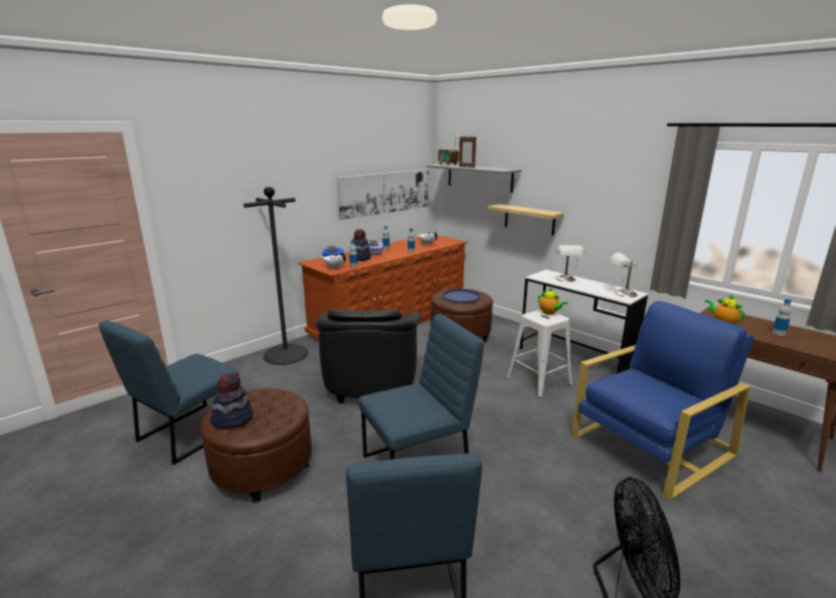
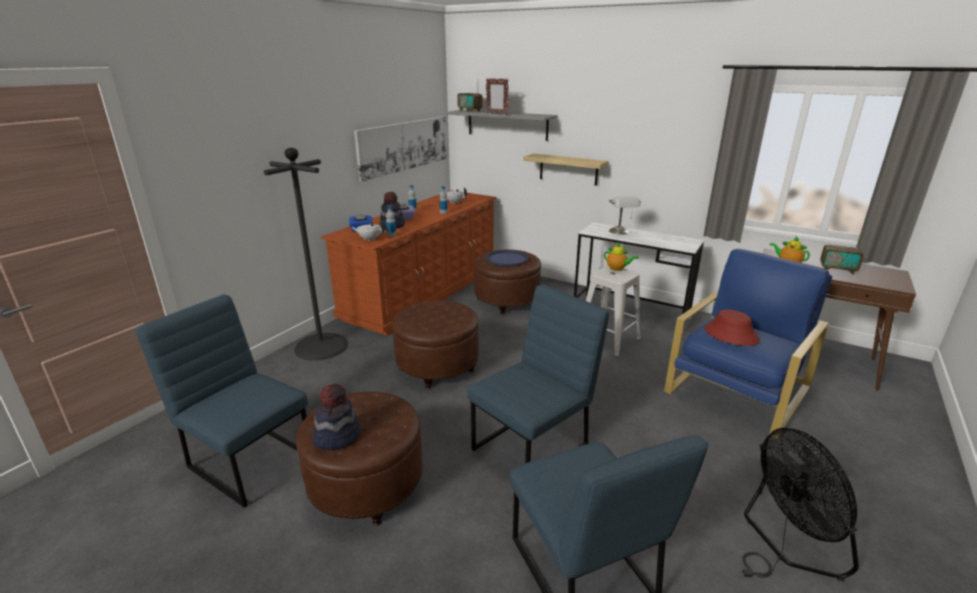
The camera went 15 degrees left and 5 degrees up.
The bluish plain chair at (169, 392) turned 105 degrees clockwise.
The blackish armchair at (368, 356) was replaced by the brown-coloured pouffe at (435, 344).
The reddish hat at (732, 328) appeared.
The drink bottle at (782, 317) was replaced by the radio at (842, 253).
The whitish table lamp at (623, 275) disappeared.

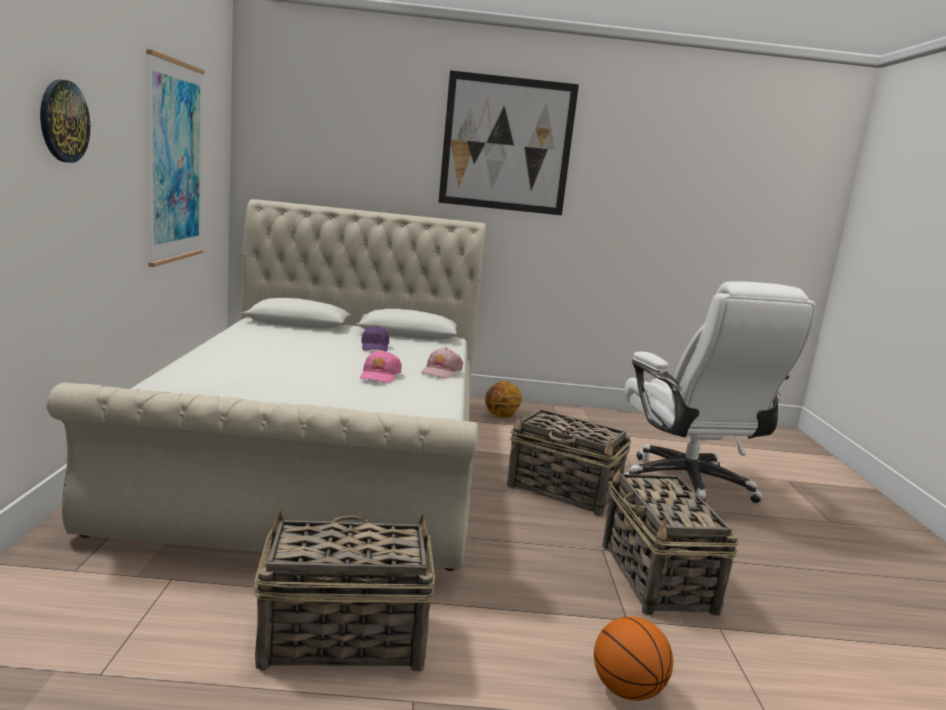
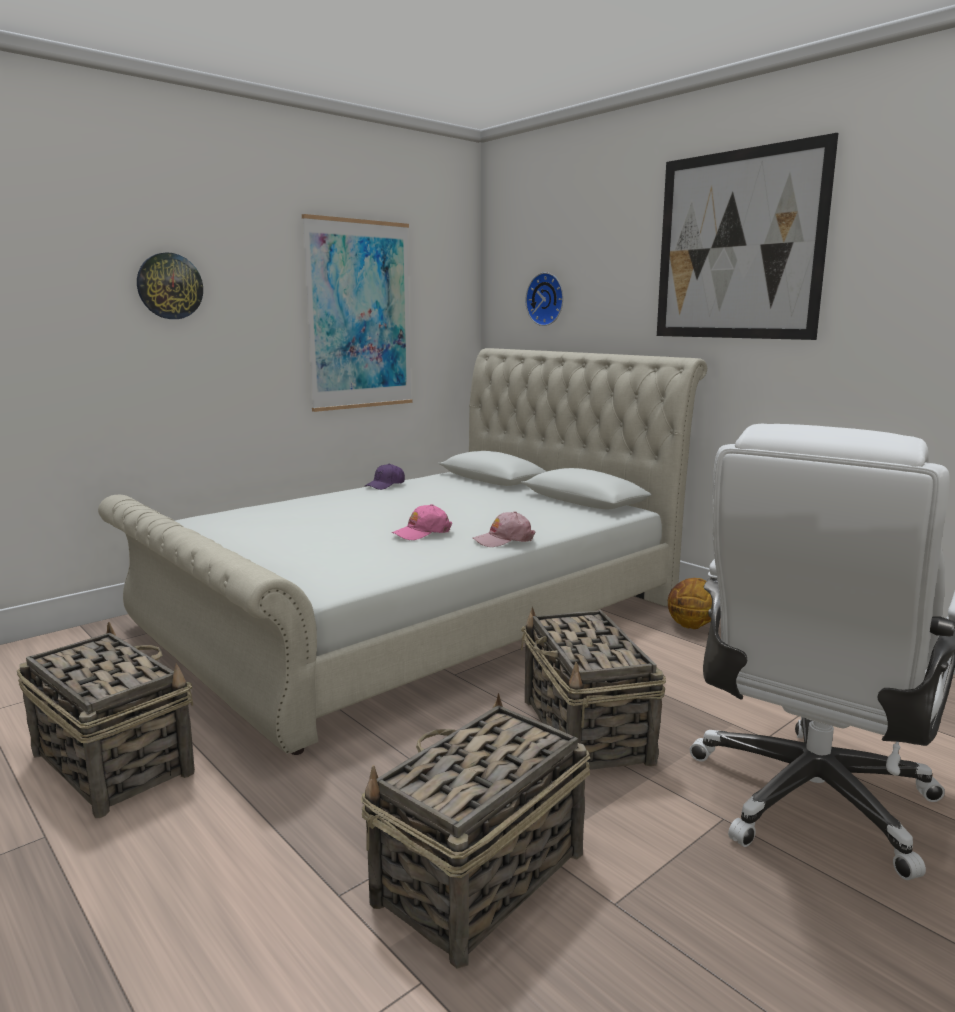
The camera went 50 degrees right and 0 degrees up.
The purple-coloured peaked cap moved from (375, 339) to (385, 477).
The wall clock at (544, 299) appeared.
The basketball ball at (633, 658) disappeared.

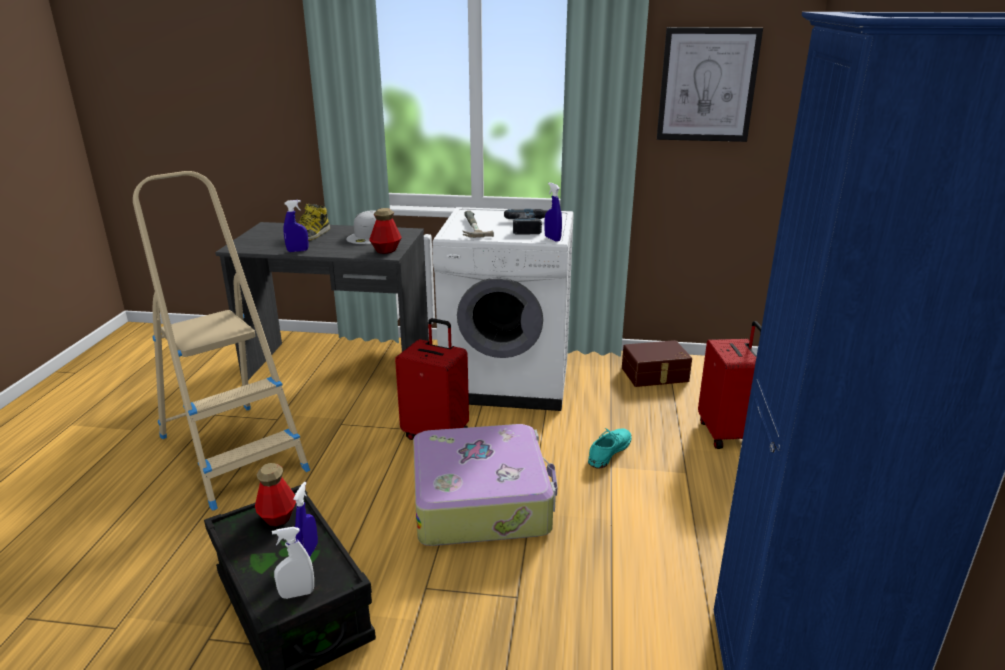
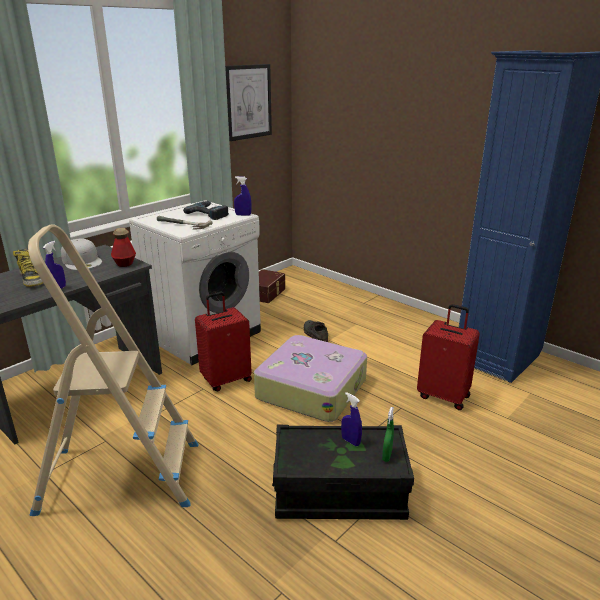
The camera went 55 degrees left and 0 degrees up.
The turquoise-coloured item of footwear at (610, 448) became the greyish item of footwear at (316, 331).
The whitish sprayer at (293, 563) became the greenish sprayer at (388, 434).
The reddish piece of luggage moved from (730, 385) to (448, 357).
The drink bottle at (275, 495) disappeared.

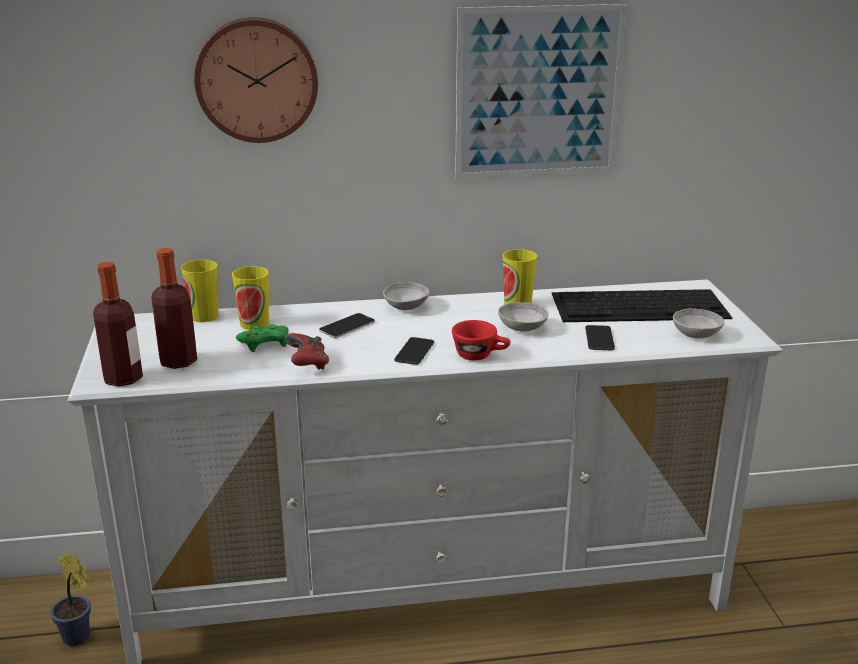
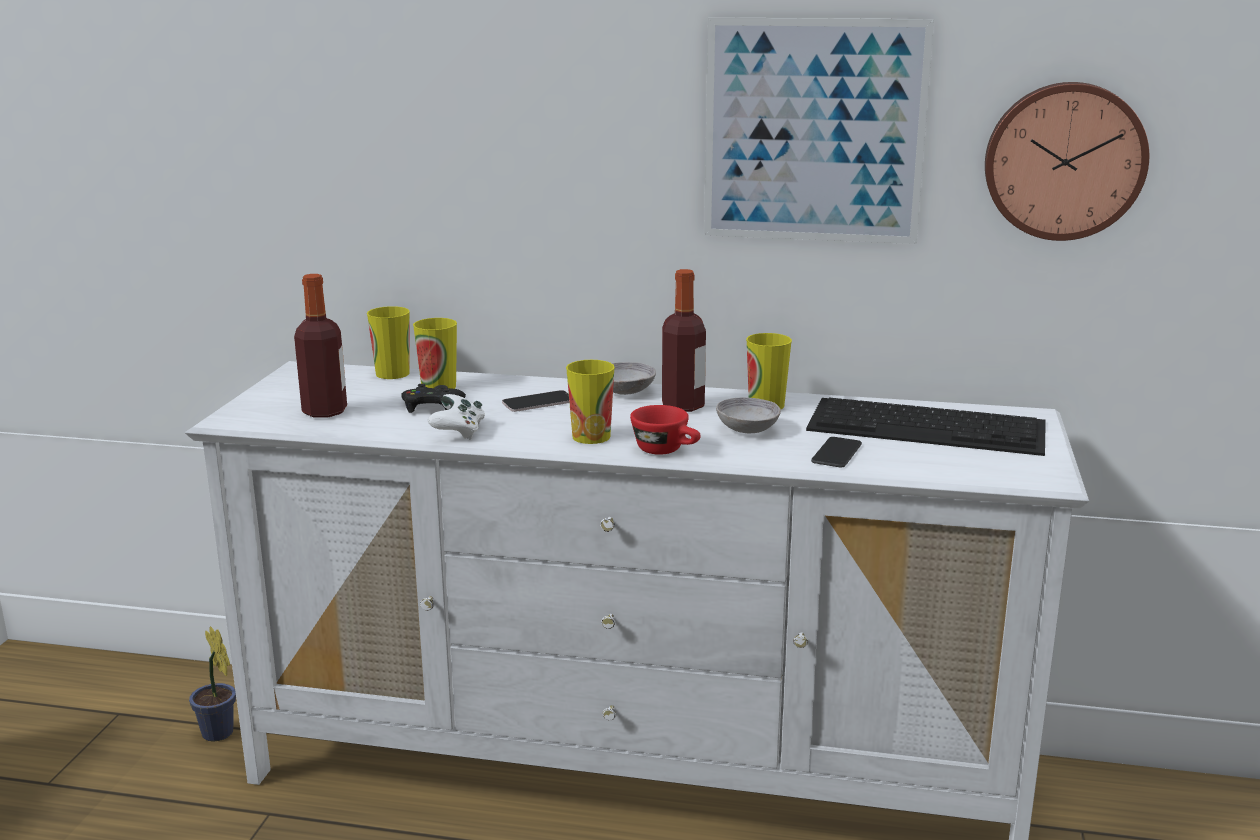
The camera went 20 degrees right and 5 degrees down.
The greenish joypad at (262, 338) became the blackish joypad at (433, 398).
The reddish joypad at (307, 351) became the whitish joypad at (456, 417).
The handset at (414, 351) was replaced by the small cup at (590, 402).
The drink bottle moved from (118, 324) to (684, 340).
The wall clock moved from (256, 80) to (1067, 161).
The greyish bowl at (699, 323) disappeared.

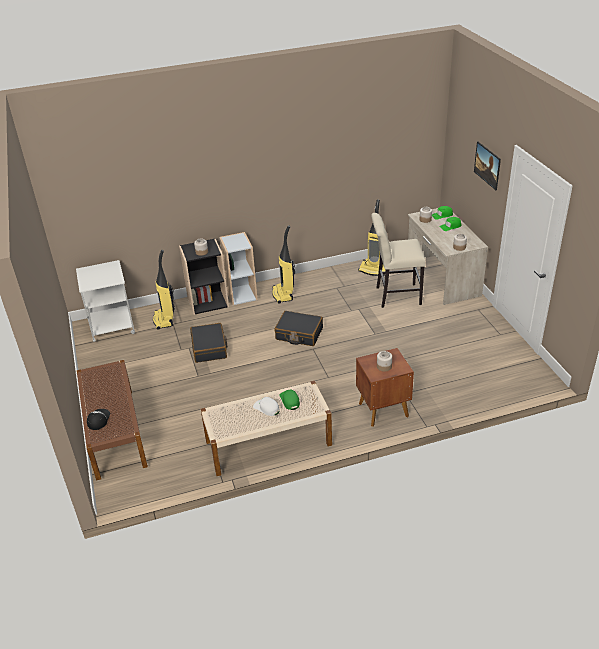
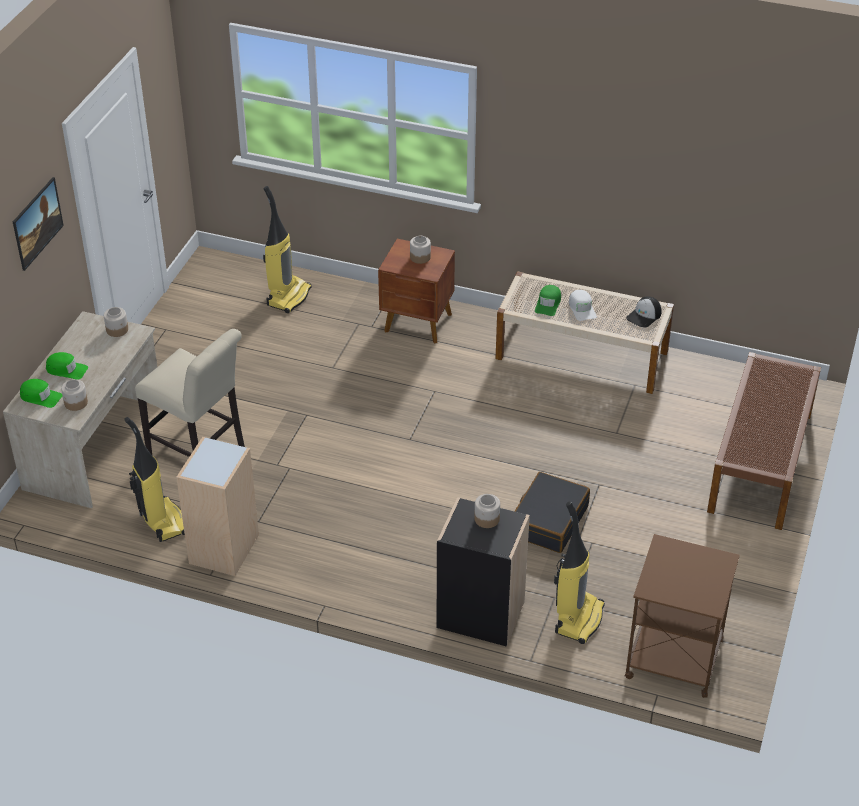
The camera went 145 degrees left and 5 degrees up.
The bookcase moved from (238, 268) to (217, 506).
The hoover moved from (283, 264) to (287, 249).
The whitish trolley at (105, 301) became the brown-coloured trolley at (682, 616).
The peaked cap moved from (98, 419) to (644, 311).
The blackish piece of luggage at (298, 328) disappeared.

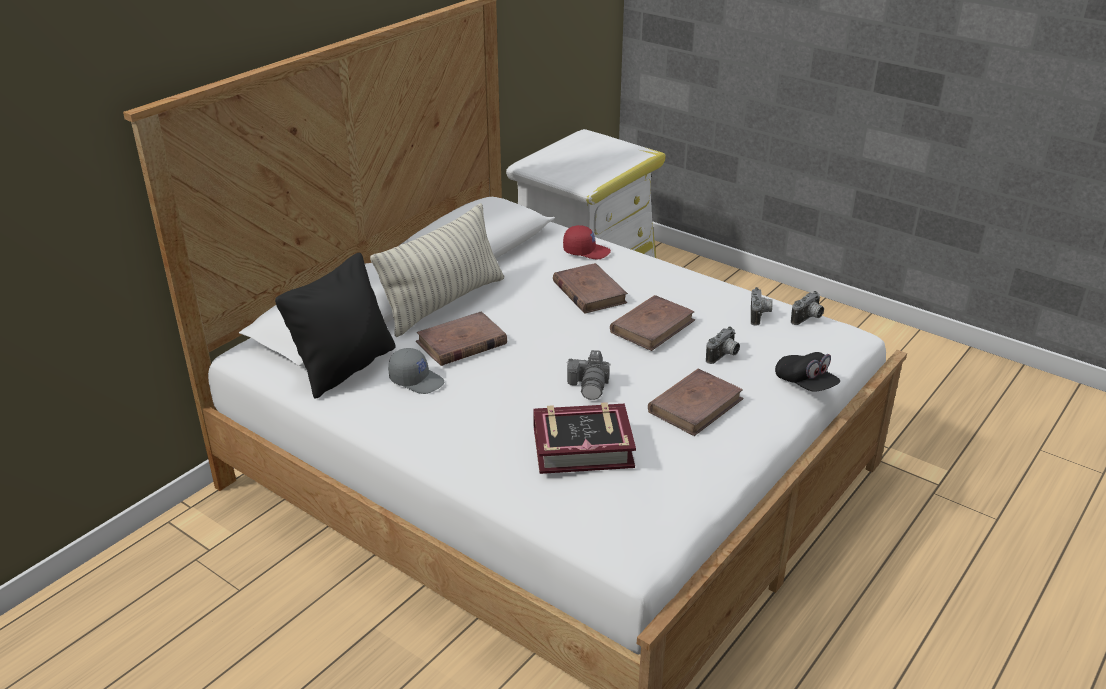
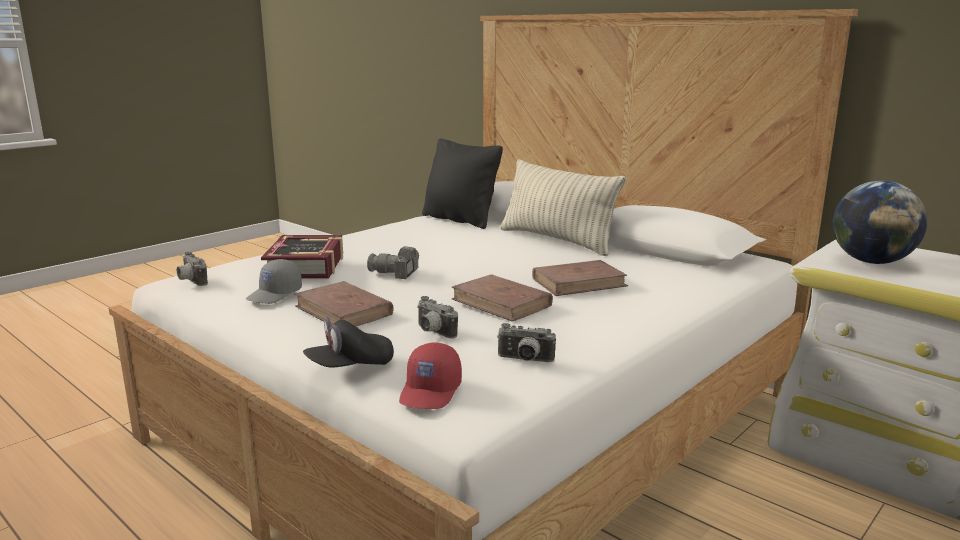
The camera went 95 degrees right and 15 degrees down.
The photo camera moved from (807, 308) to (192, 268).
The greyish peaked cap moved from (416, 371) to (274, 281).
The reddish peaked cap moved from (587, 242) to (430, 375).
The desk globe at (879, 222) appeared.
The brown-coloured volume at (461, 338) disappeared.

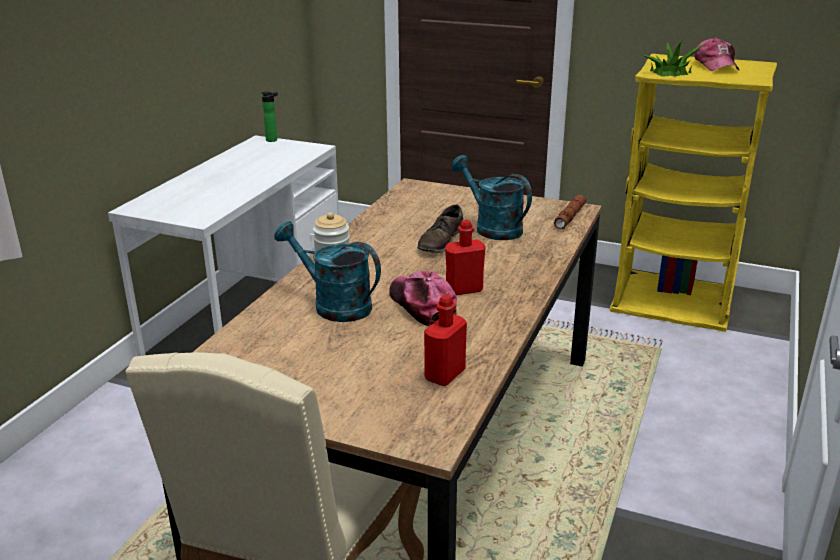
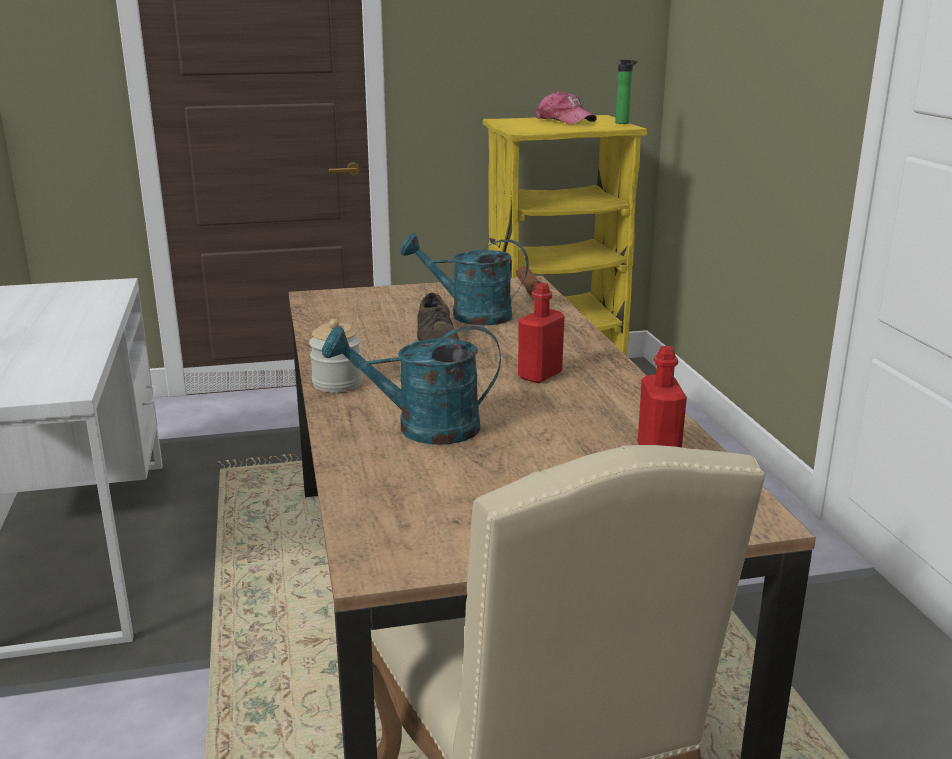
The camera went 35 degrees left and 5 degrees down.
The drink bottle moved from (269, 117) to (626, 92).
The peaked cap at (423, 298) disappeared.
The plant in a pot at (673, 59) disappeared.

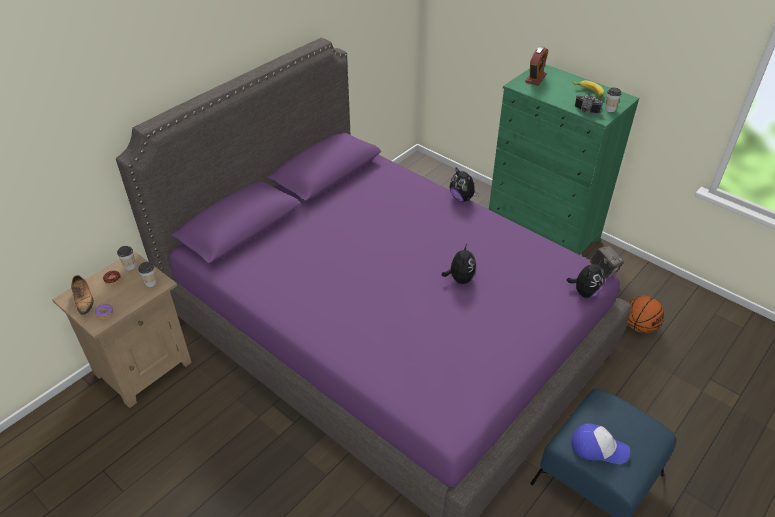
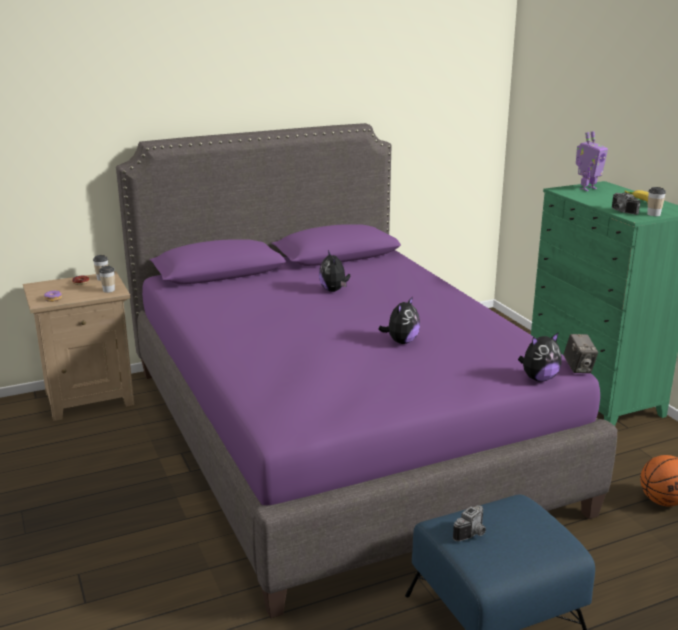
The camera went 25 degrees right and 20 degrees down.
The soft toy moved from (464, 184) to (334, 271).
The peaked cap at (601, 443) was replaced by the photo camera at (469, 523).
The bedside clock at (536, 65) was replaced by the robot figure at (592, 161).
The item of footwear at (82, 295) disappeared.

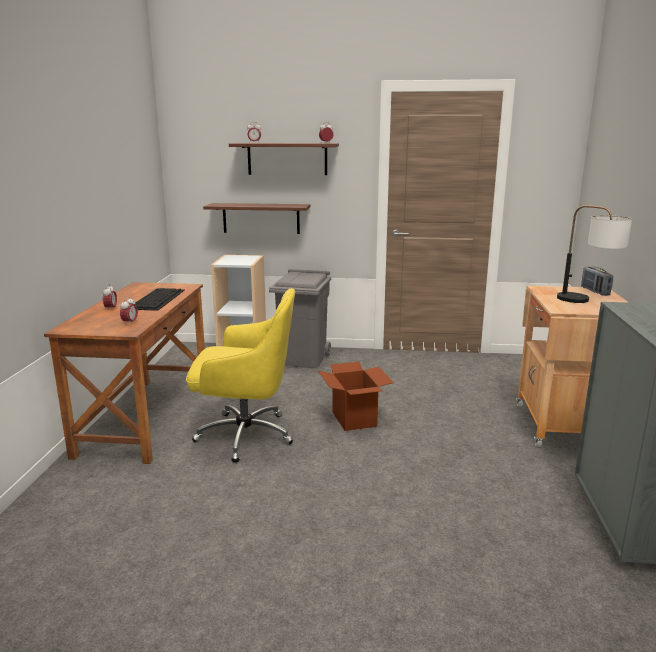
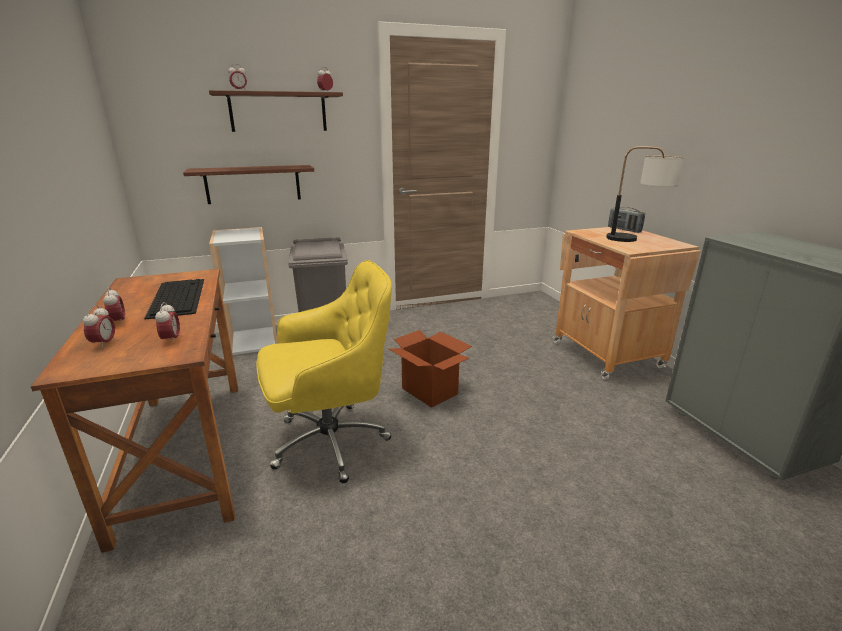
The camera went 25 degrees left and 5 degrees up.
The bedside clock at (99, 327) appeared.

